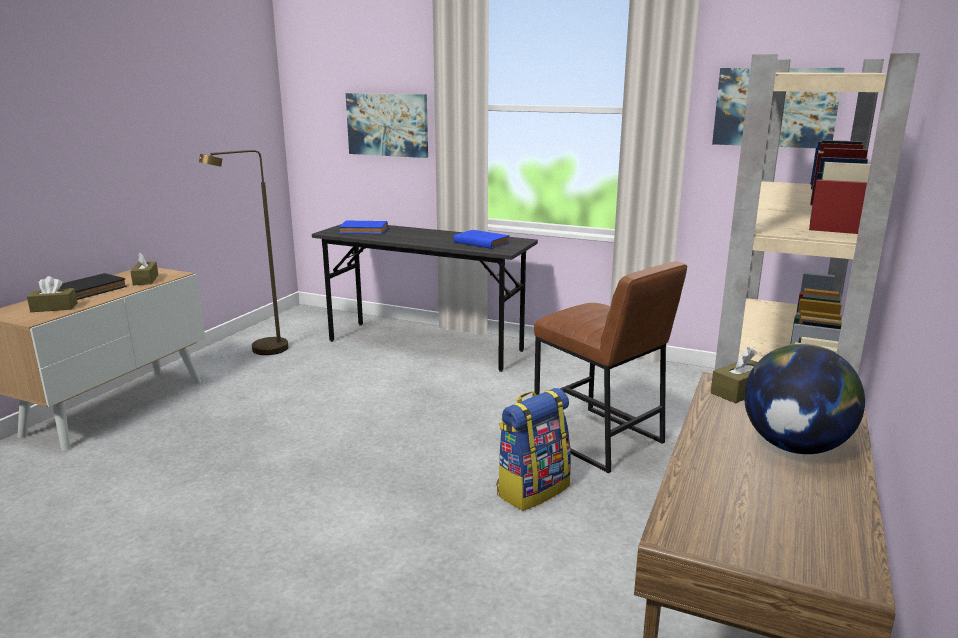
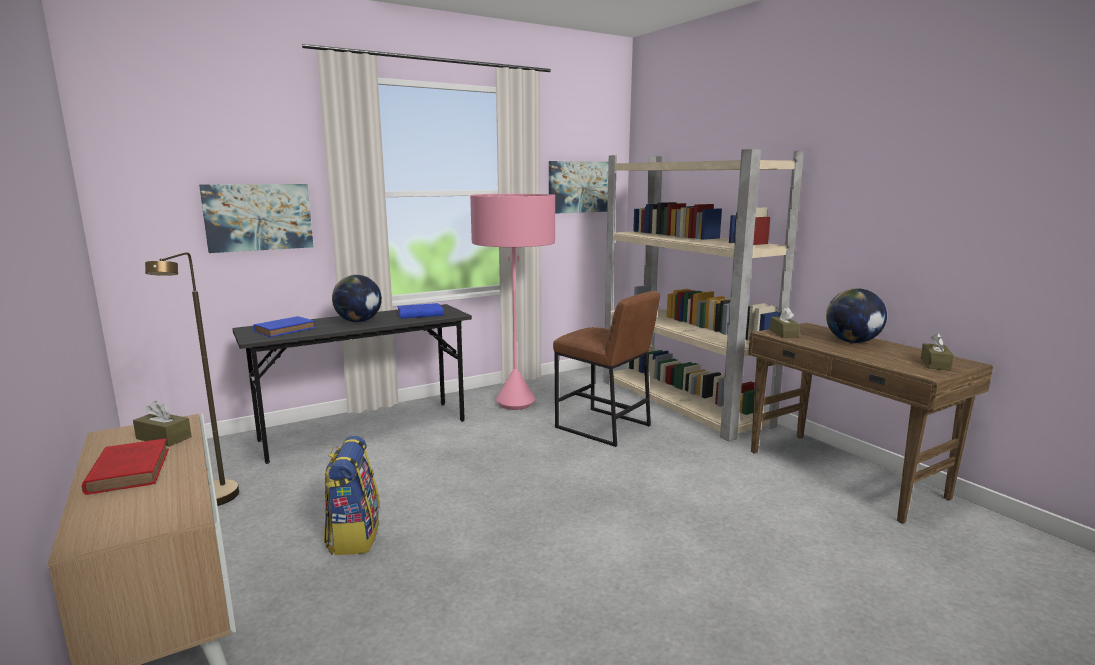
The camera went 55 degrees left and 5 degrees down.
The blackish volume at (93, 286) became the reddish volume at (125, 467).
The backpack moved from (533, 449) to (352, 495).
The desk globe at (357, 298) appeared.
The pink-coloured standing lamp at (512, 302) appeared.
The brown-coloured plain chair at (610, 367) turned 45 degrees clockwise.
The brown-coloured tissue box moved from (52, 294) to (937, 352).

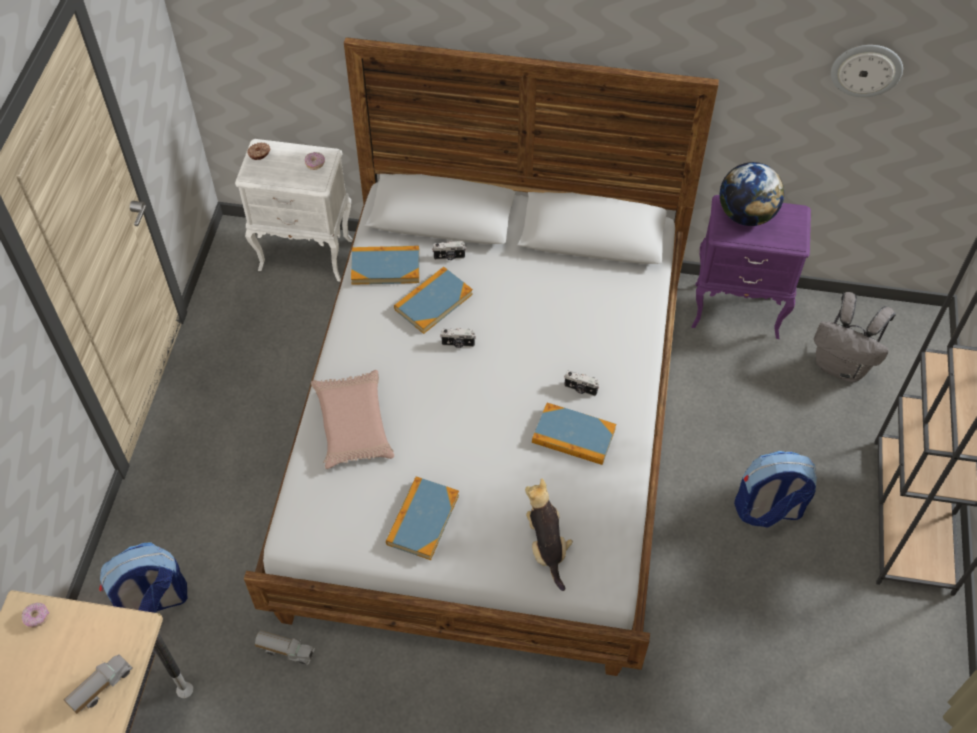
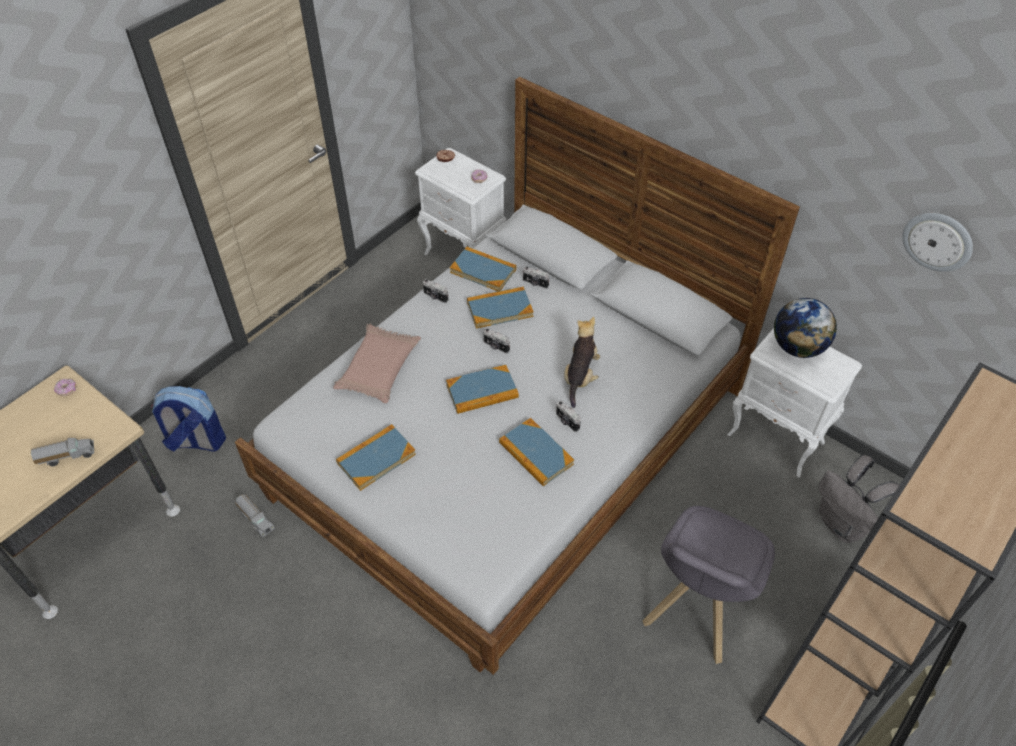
The camera went 30 degrees right and 5 degrees down.
The photo camera at (435, 291) appeared.
The volume at (482, 389) appeared.
The soft toy moved from (549, 534) to (582, 362).
The backpack at (775, 489) was replaced by the greyish plain chair at (709, 585).
The purple-coloured night table at (751, 267) became the whitish night table at (794, 403).

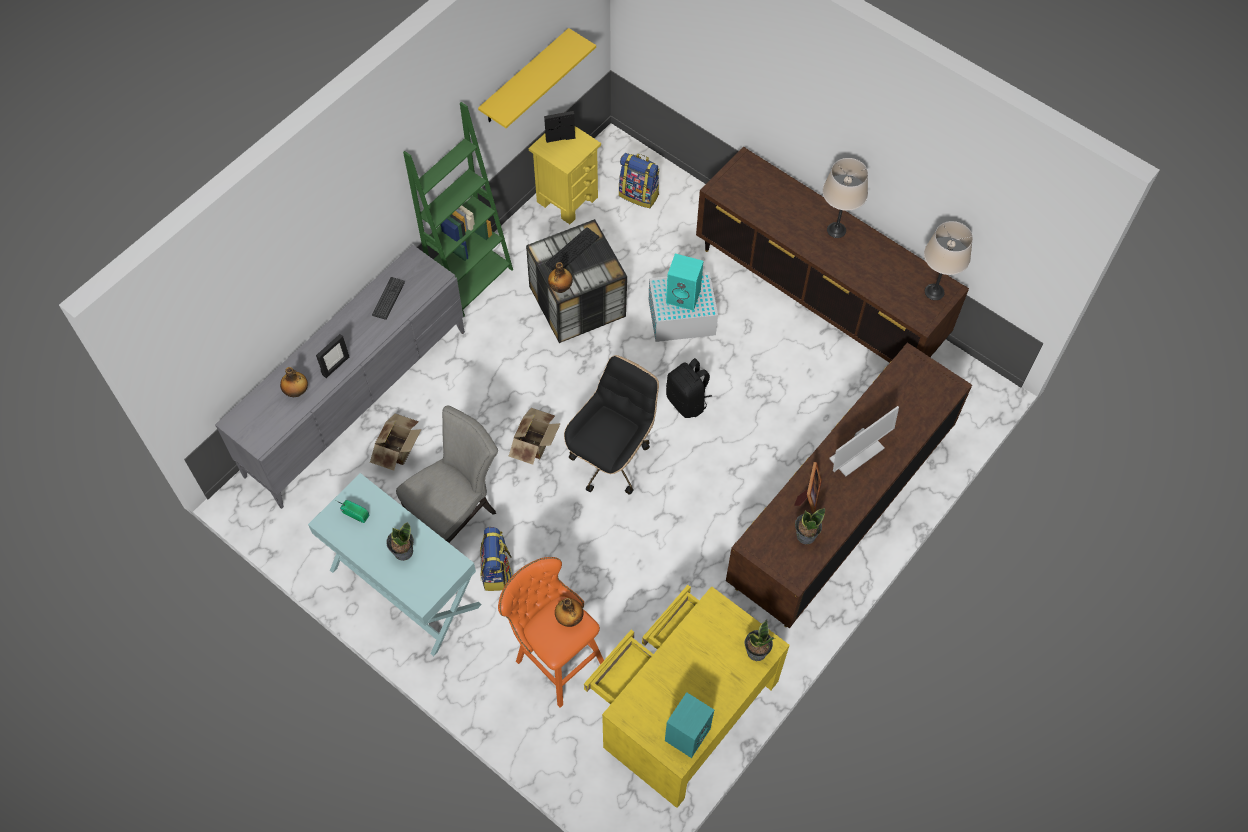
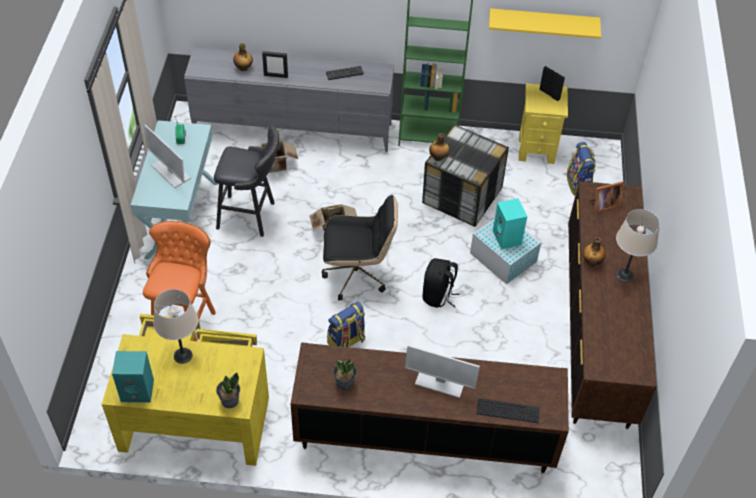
The camera went 55 degrees right and 10 degrees down.
The plant in a pot at (400, 541) was replaced by the monitor at (167, 156).
The beige table lamp moved from (948, 260) to (175, 326).
The greyish plain chair at (447, 474) was replaced by the blackish sitting stool at (246, 181).
The backpack moved from (496, 559) to (346, 324).
The keyboard moved from (572, 248) to (508, 410).
The drink bottle moved from (569, 612) to (594, 252).
The picture frame moved from (808, 487) to (606, 197).

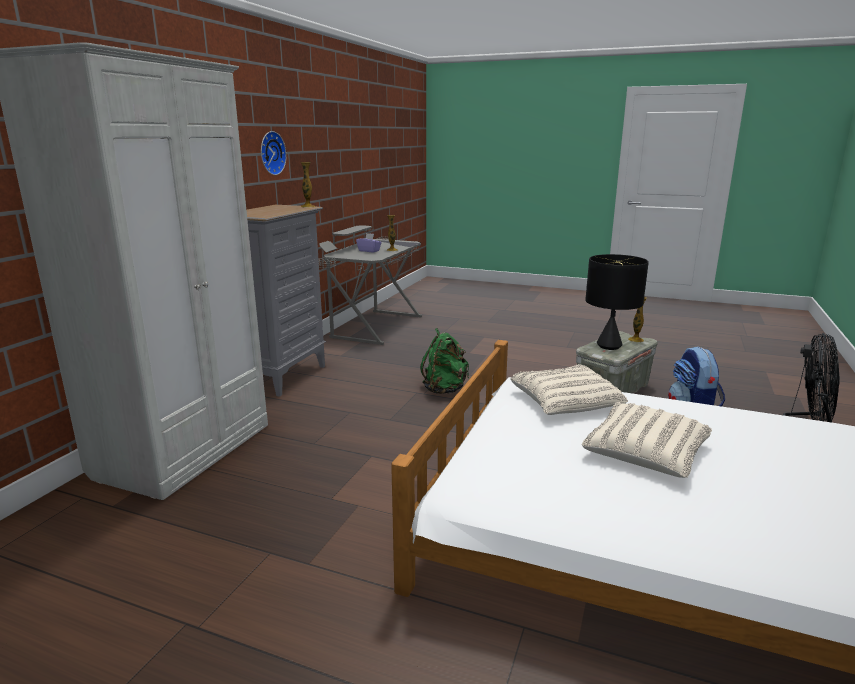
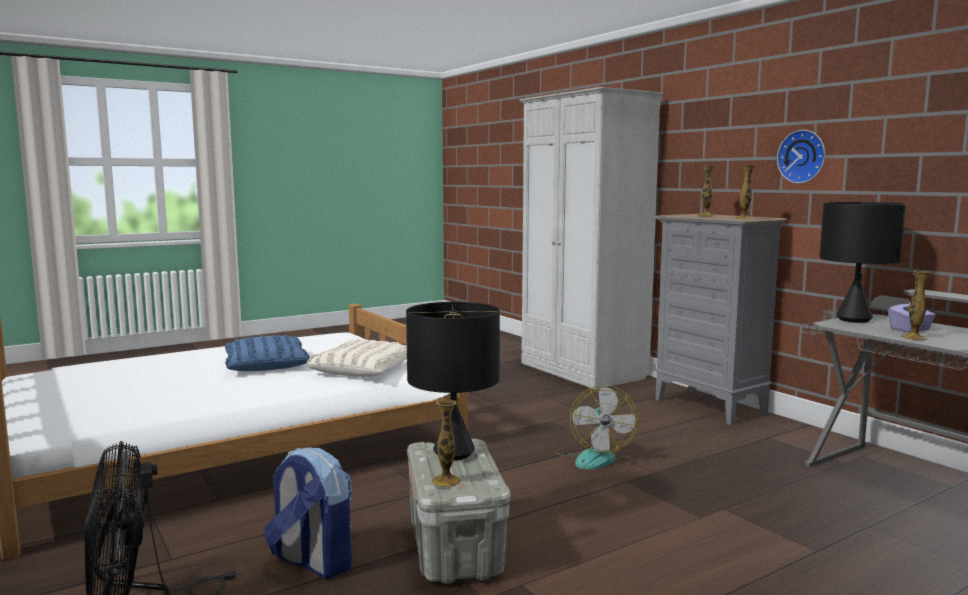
The camera went 125 degrees right and 10 degrees down.
The beige throw pillow at (647, 440) became the bluish throw pillow at (267, 353).
The greenish backpack at (444, 361) was replaced by the cooling fan at (596, 427).
The flower vase at (706, 191) appeared.
The blackish table lamp at (862, 262) appeared.

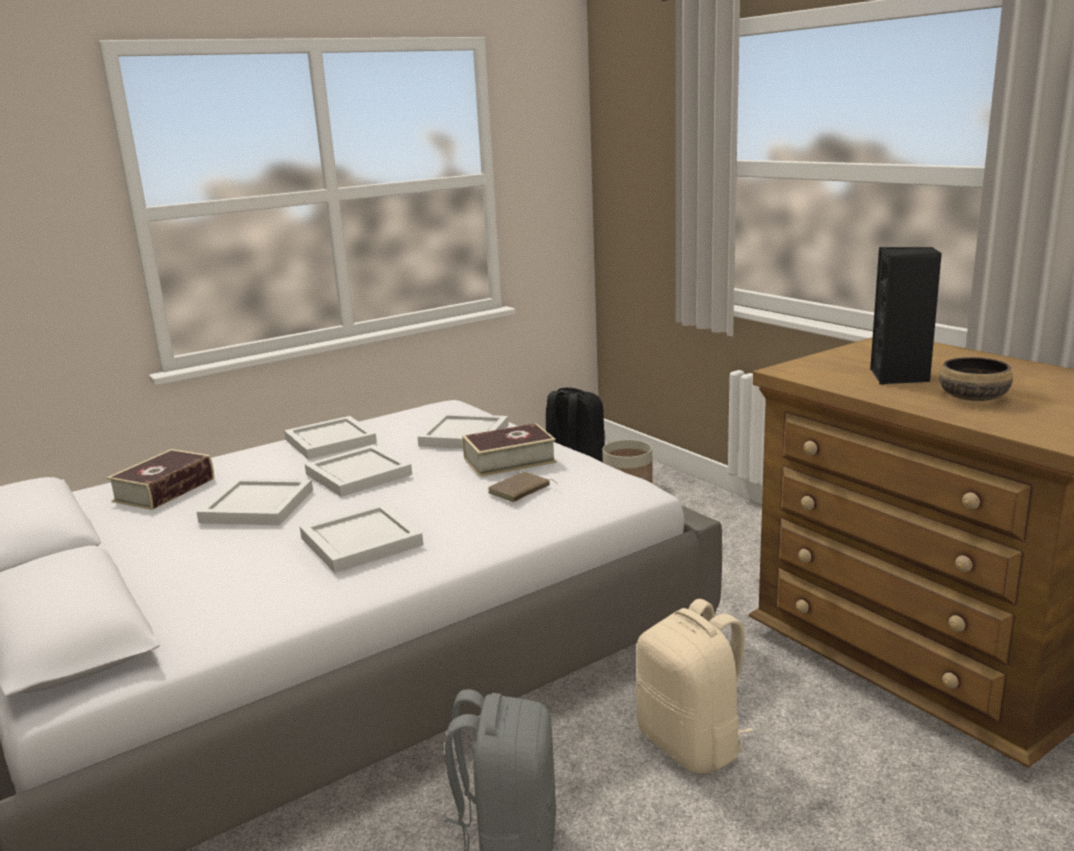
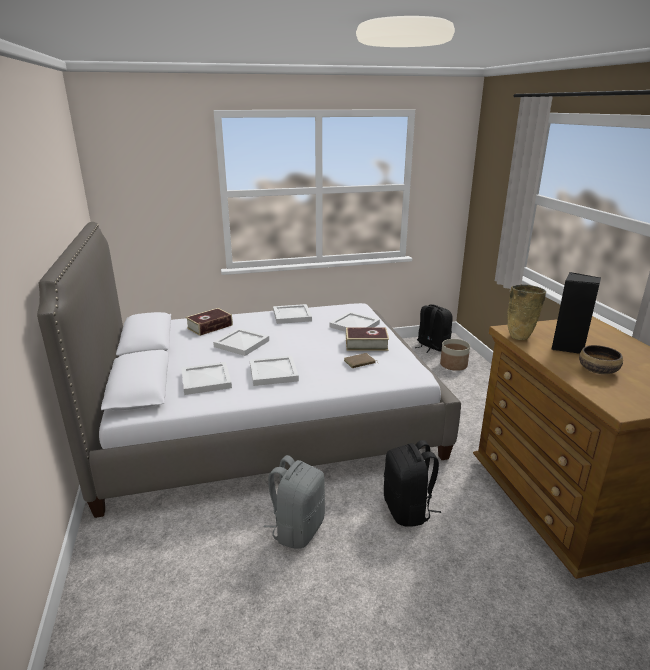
The camera went 20 degrees right and 5 degrees up.
The whitish serving tray moved from (358, 471) to (207, 378).
The beige backpack at (694, 686) became the blackish backpack at (412, 483).
The beige flower vase at (526, 312) appeared.

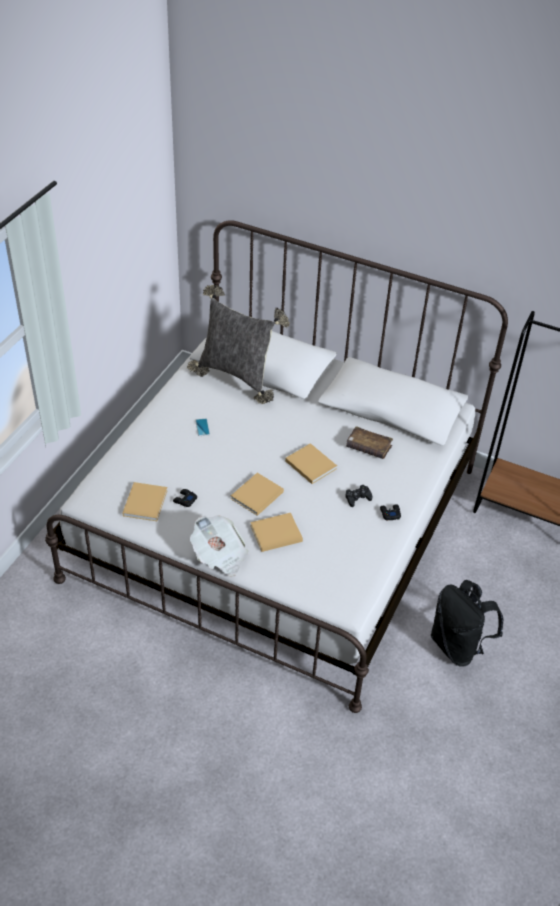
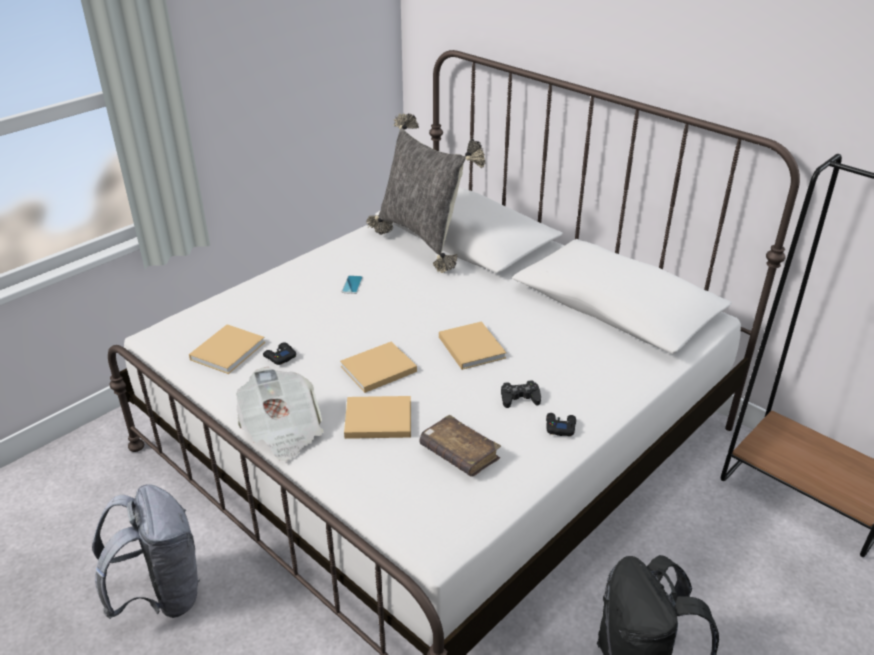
The camera went 20 degrees right and 10 degrees down.
The greyish backpack at (146, 551) appeared.
The brown-coloured volume moved from (369, 442) to (460, 446).

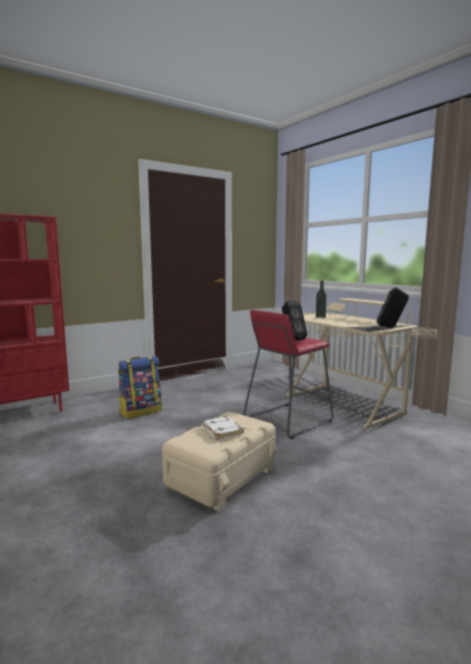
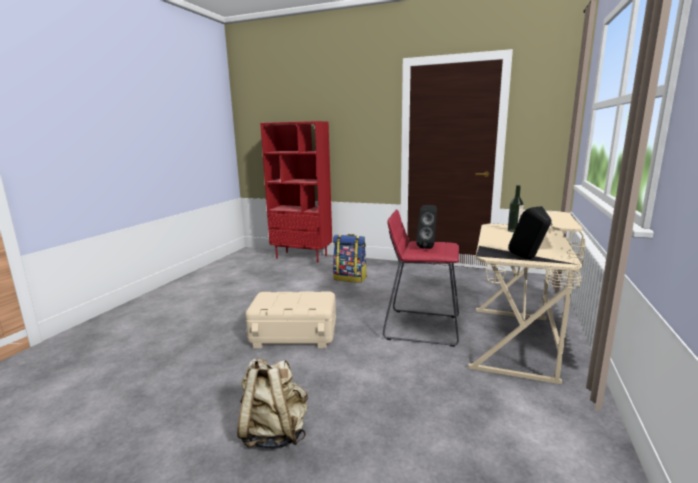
The camera went 55 degrees right and 5 degrees up.
The beige backpack at (272, 403) appeared.
The whitish volume at (223, 428) disappeared.

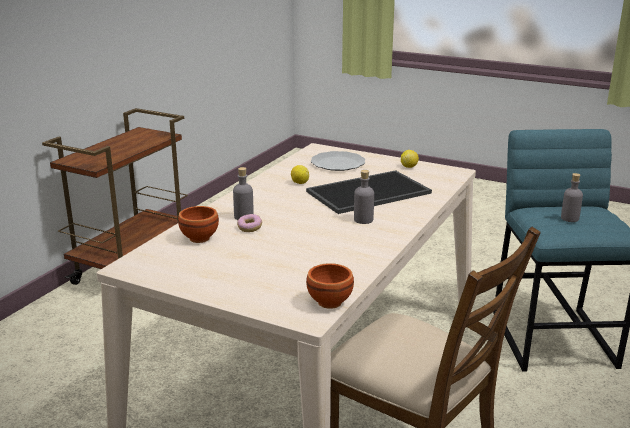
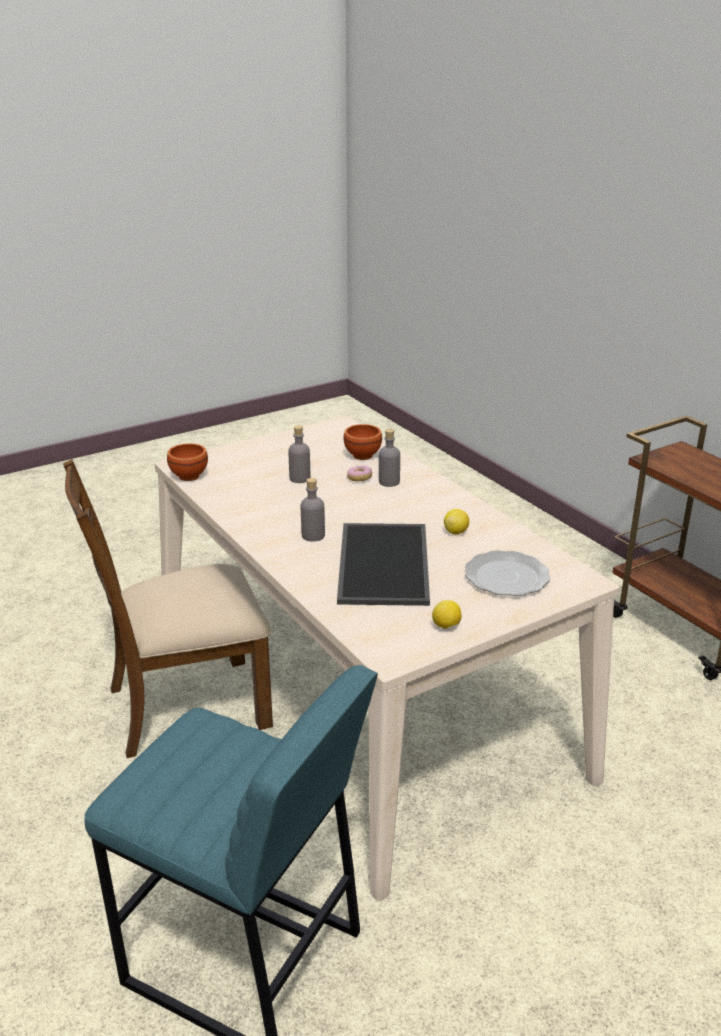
The camera went 120 degrees right and 5 degrees up.
The greyish drink bottle moved from (572, 197) to (299, 454).

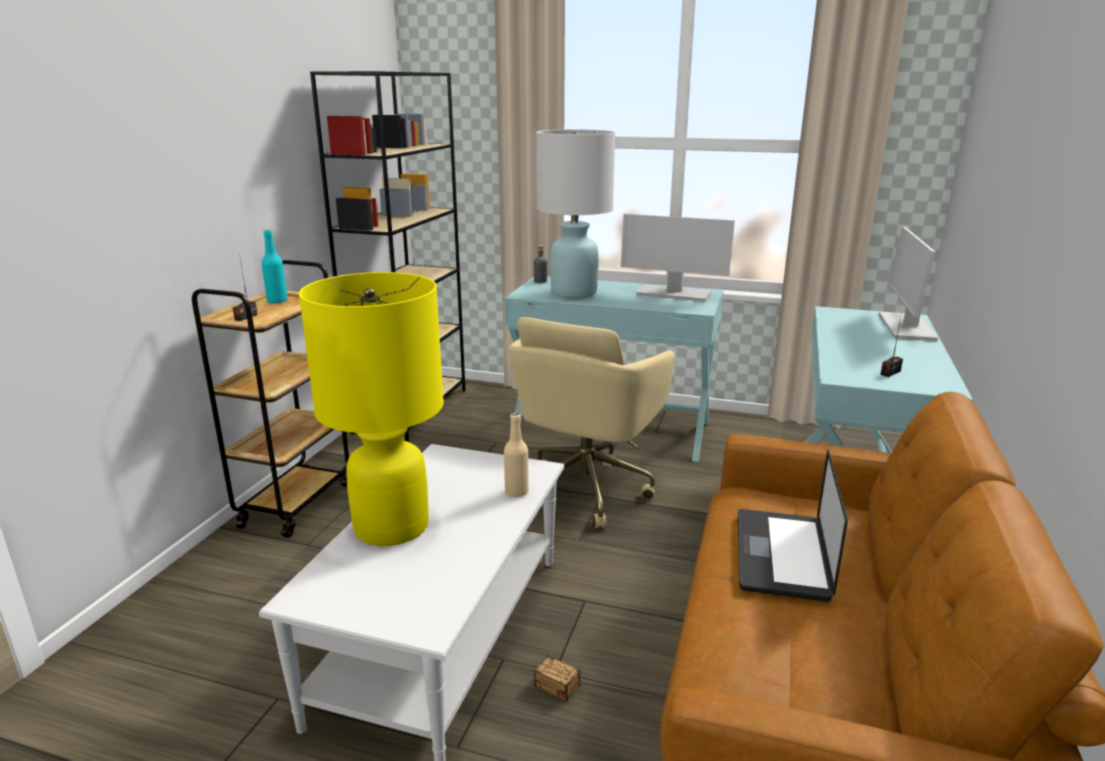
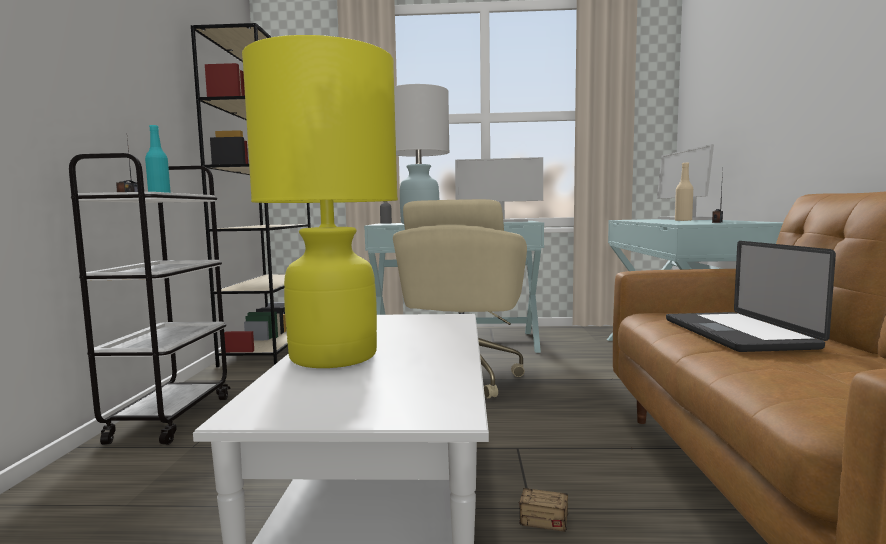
The camera went 15 degrees left and 15 degrees down.
The brown-coloured trolley at (270, 399) became the whitish trolley at (150, 299).
The beige drink bottle moved from (516, 455) to (684, 192).

